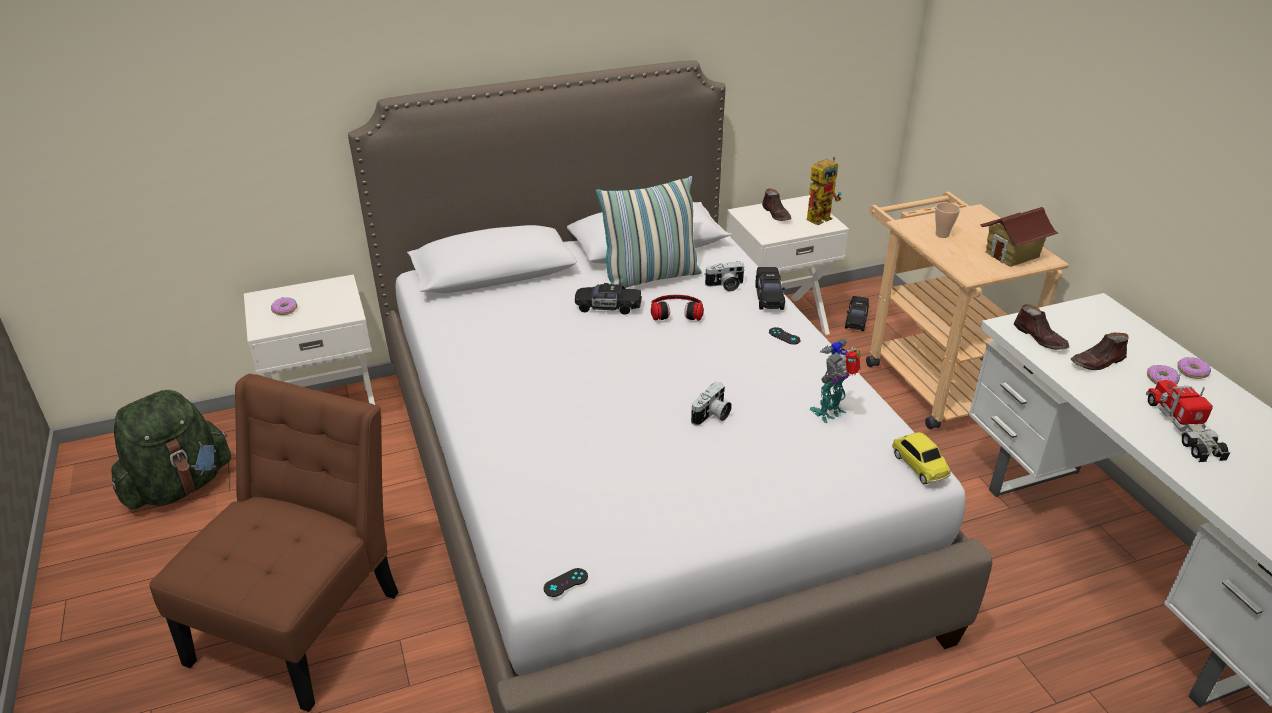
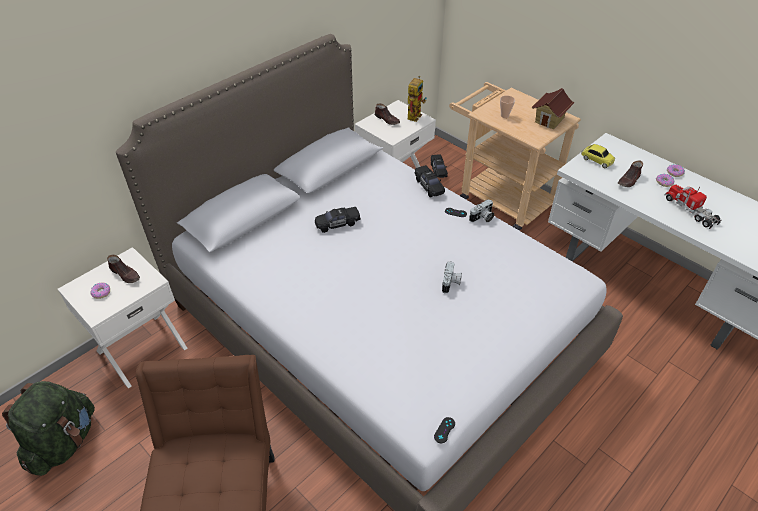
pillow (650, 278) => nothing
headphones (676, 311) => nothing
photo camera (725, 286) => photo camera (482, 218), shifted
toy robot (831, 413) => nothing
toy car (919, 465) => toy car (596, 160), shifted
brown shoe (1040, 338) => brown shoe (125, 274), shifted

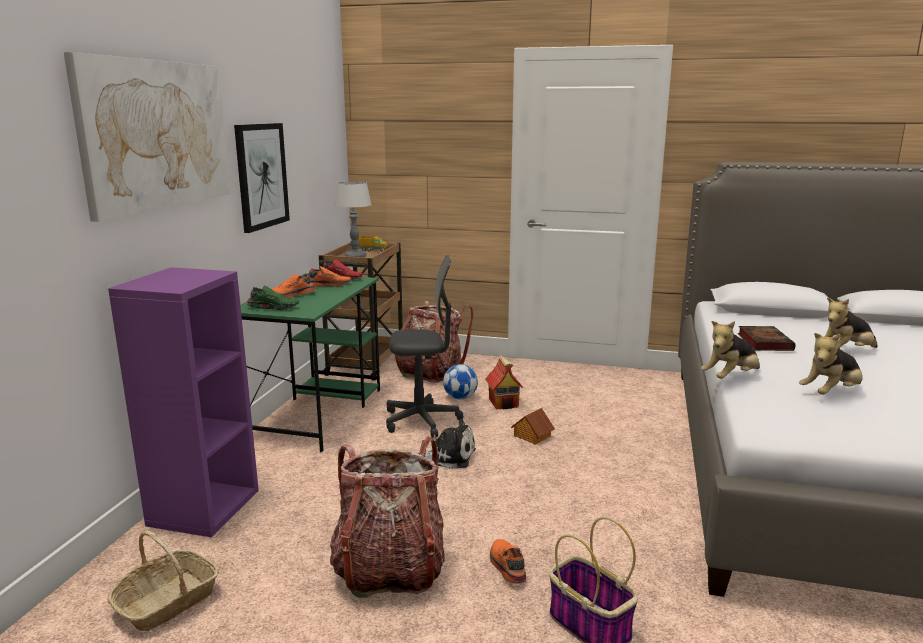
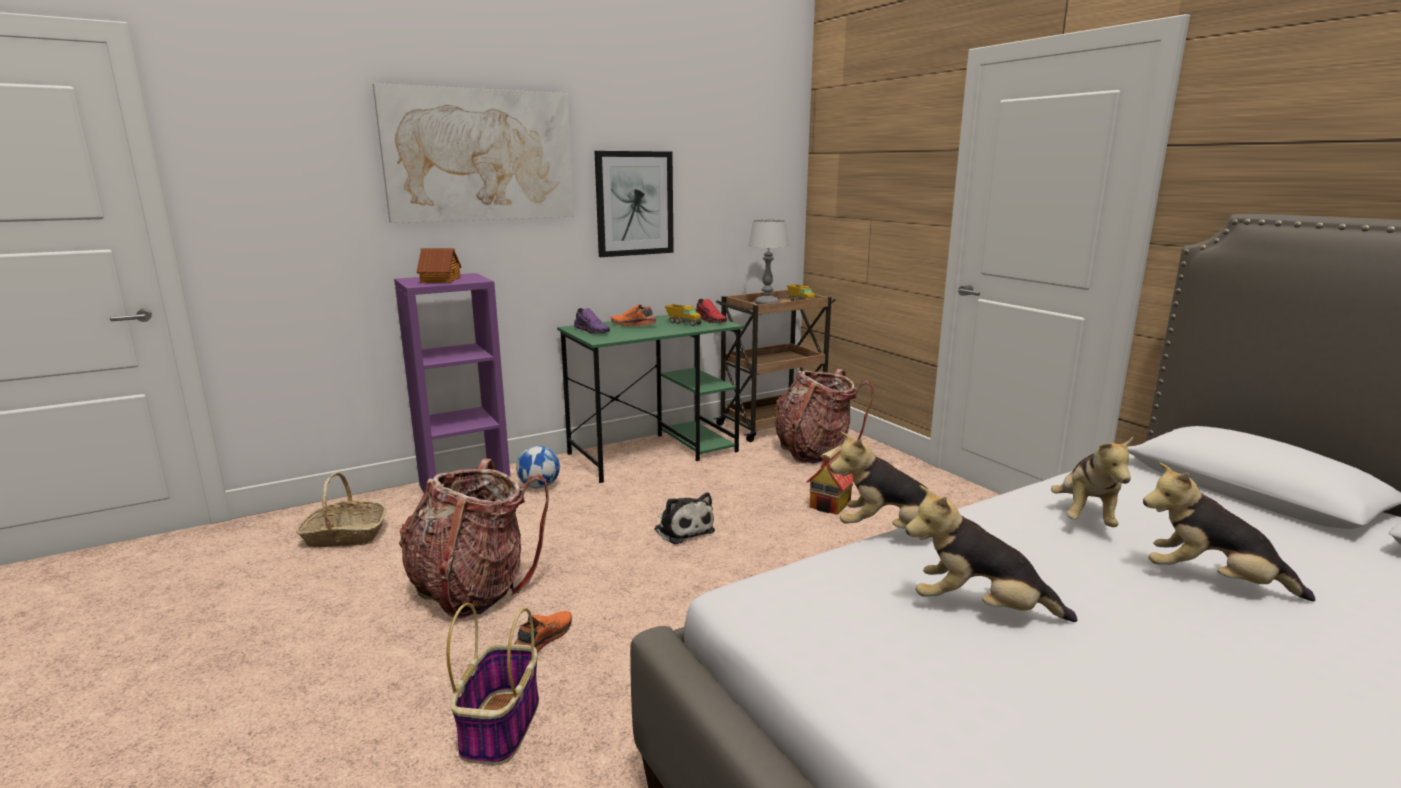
green shoe (273, 307) => purple shoe (593, 331)
orange shoe (328, 285) => toy truck (683, 323)
grey office chair (421, 420) => nothing
football (460, 397) => football (539, 486), shifted
toy house (531, 436) => toy house (440, 280), shifted
book (763, 342) => plush toy (1085, 517)

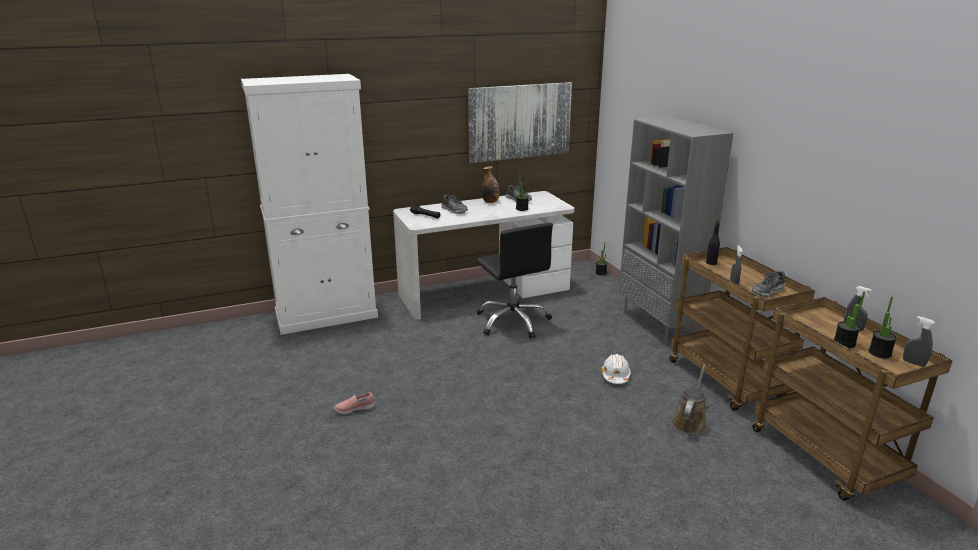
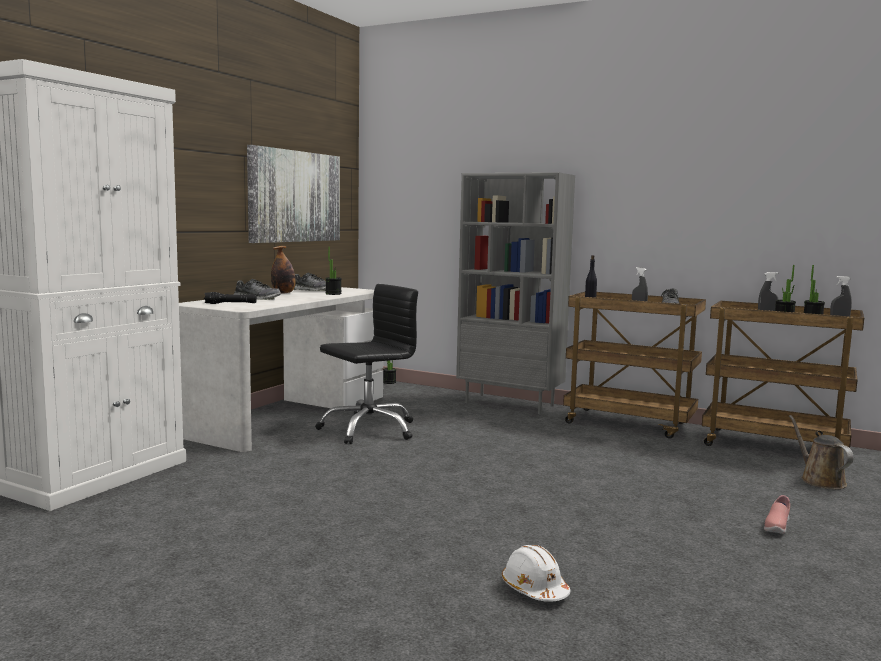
pink shoe (354, 409) => pink shoe (776, 527), shifted
black office chair (513, 321) => black office chair (368, 429), 60 degrees counterclockwise
white hard hat (615, 376) => white hard hat (534, 589), shifted
brown watering can (689, 421) => brown watering can (819, 480), shifted

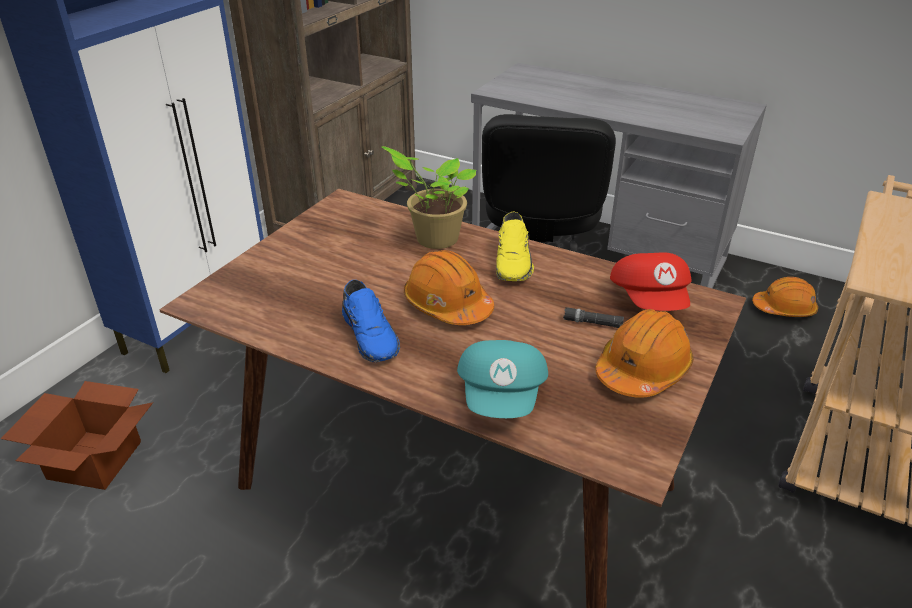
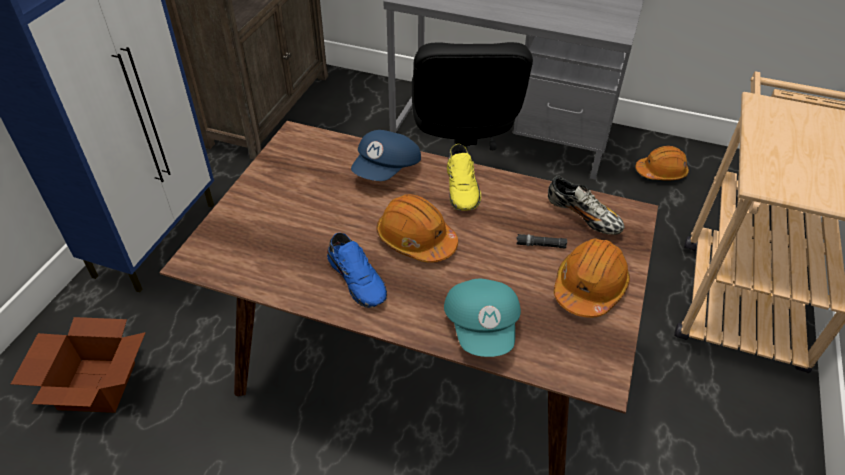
potted plant (433, 239) => blue cap (387, 170)
red cap (650, 300) => shoe (583, 217)

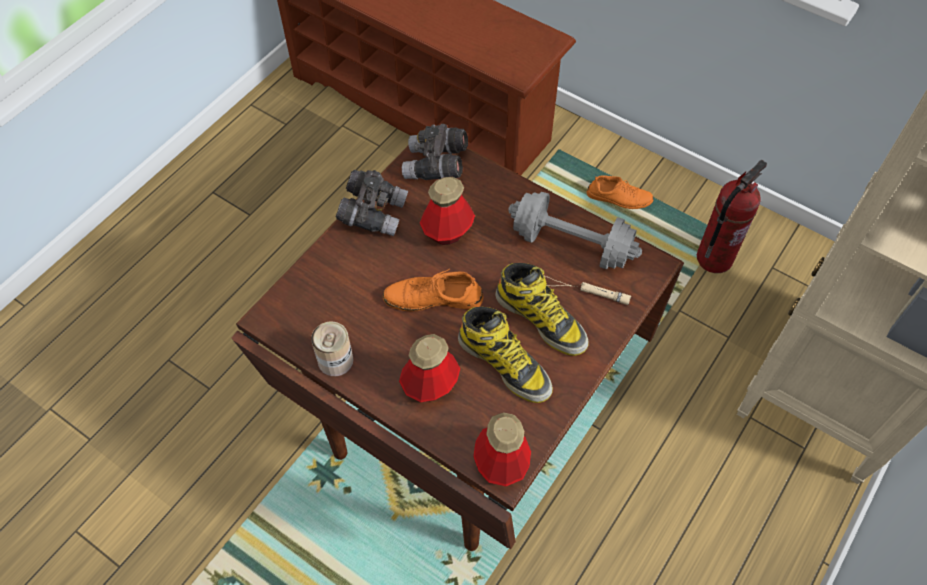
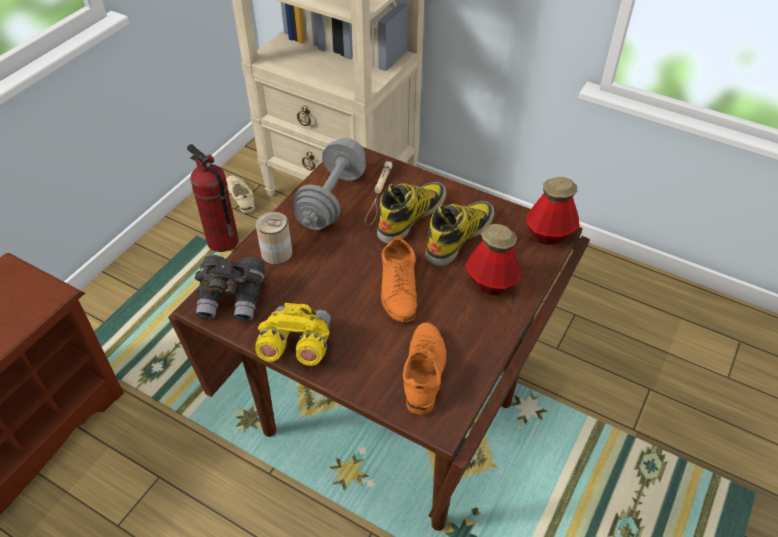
can (335, 360) => can (276, 252), shifted
grey binoculars (373, 213) => yellow binoculars (296, 346)
bottle (447, 232) => nothing
orange shoe (619, 198) => orange shoe (424, 370), shifted
nothing => beige shoe (240, 196)

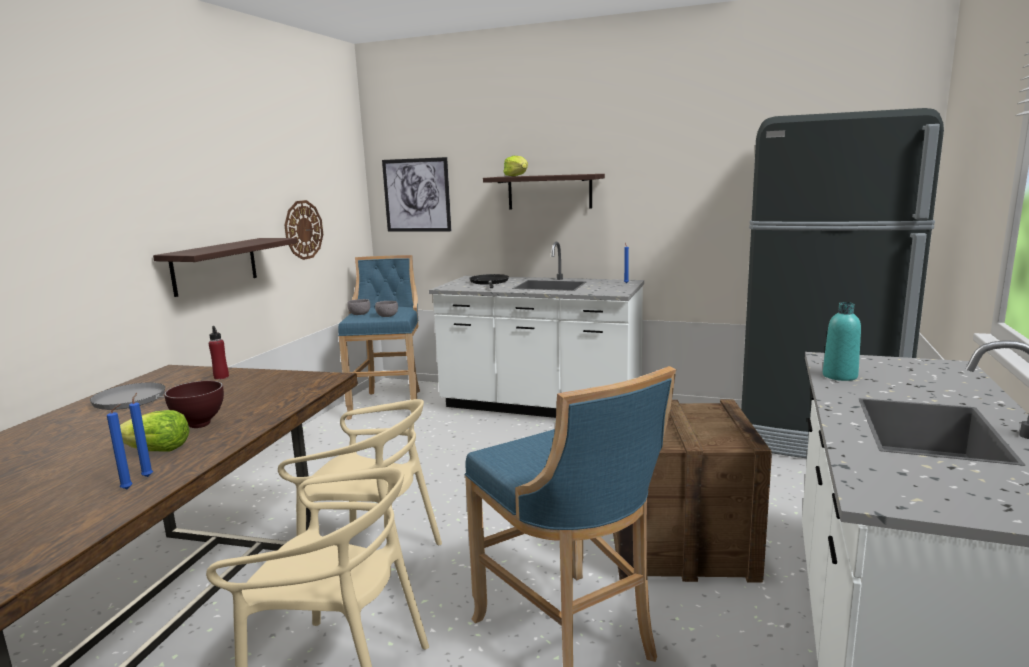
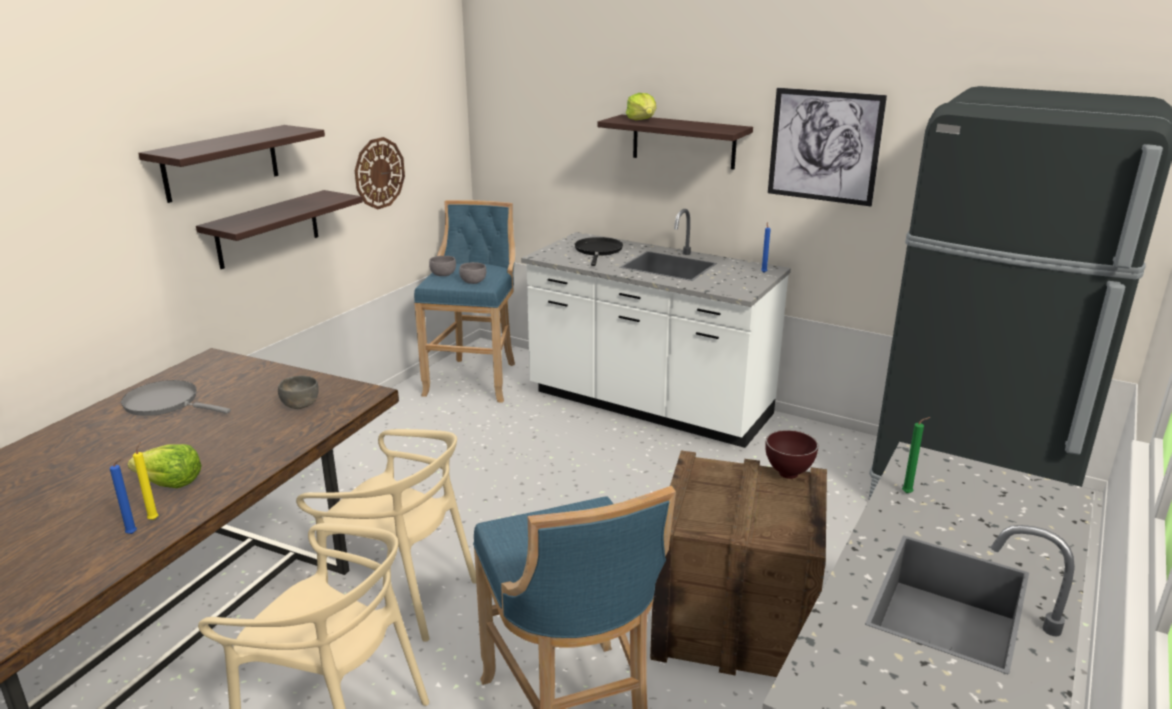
blue candle (148, 476) => yellow candle (154, 518)
brown bowl (199, 424) => brown bowl (787, 474), shifted
red bottle (221, 377) => nothing
picture (416, 195) => picture (824, 146), shifted
turquoise bottle (840, 376) => green candle (908, 493)
nothing => shelf (221, 163)
nothing => grey bowl (300, 404)

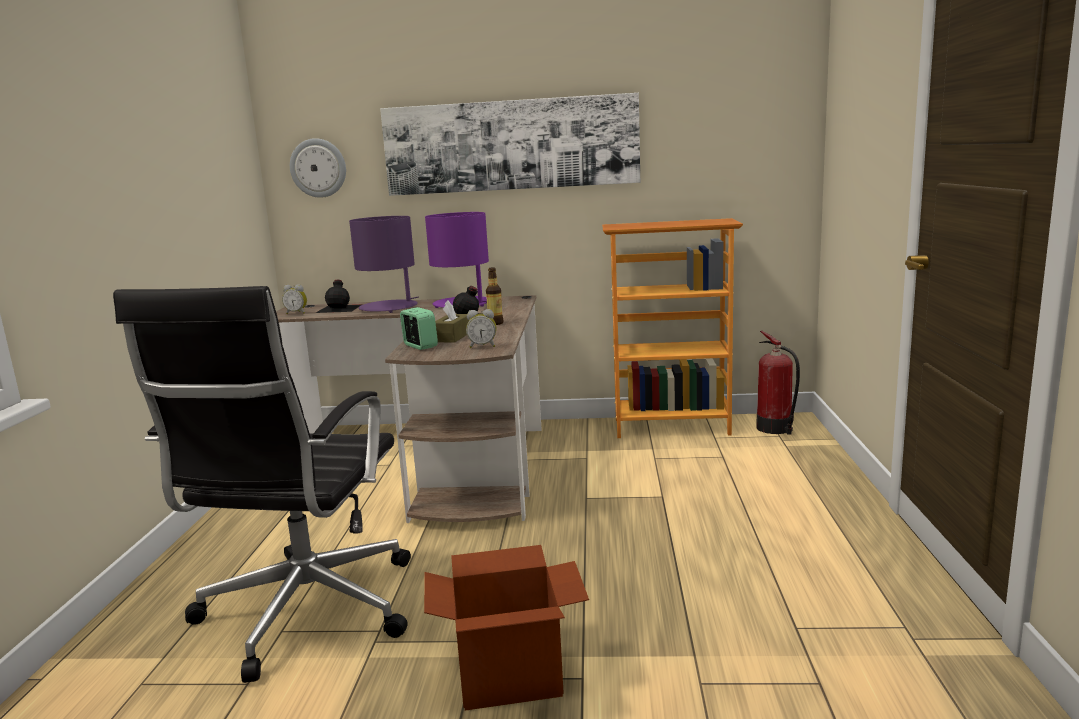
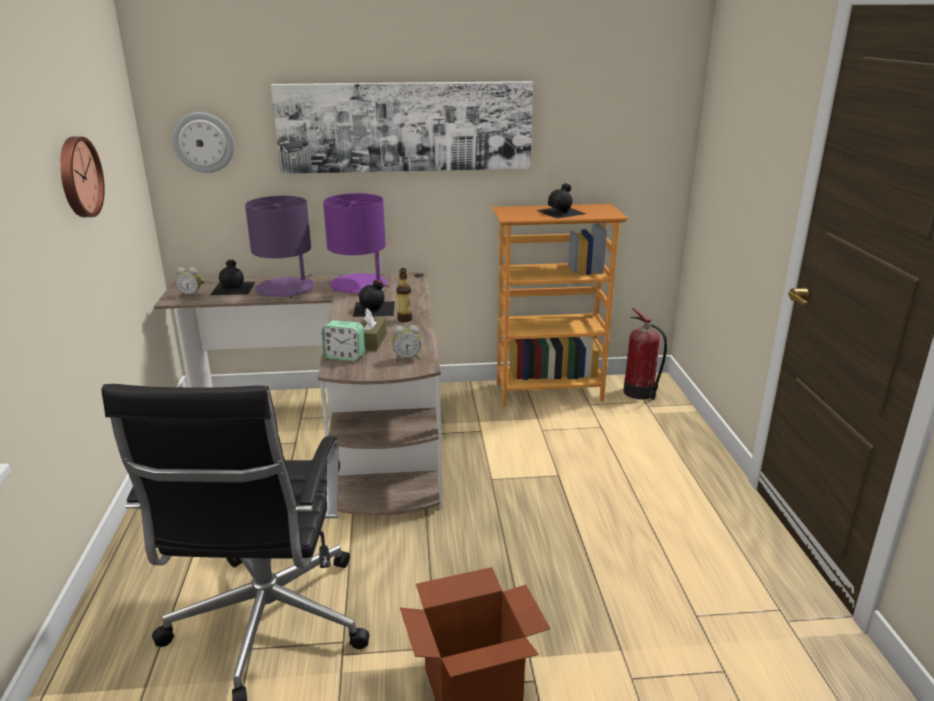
alarm clock (420, 346) => alarm clock (344, 356), 150 degrees clockwise
nothing => wall clock (78, 177)
nothing => black bottle (562, 212)

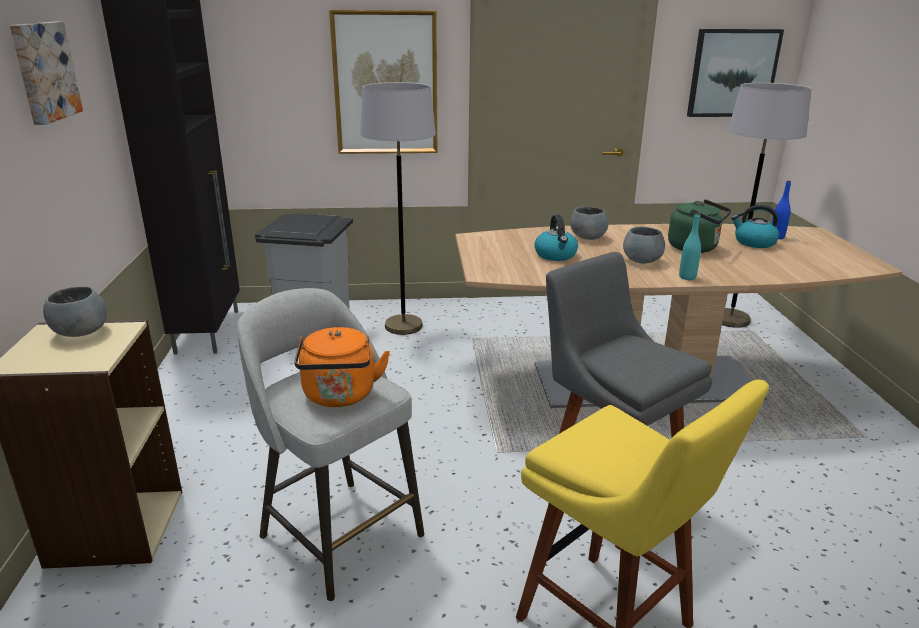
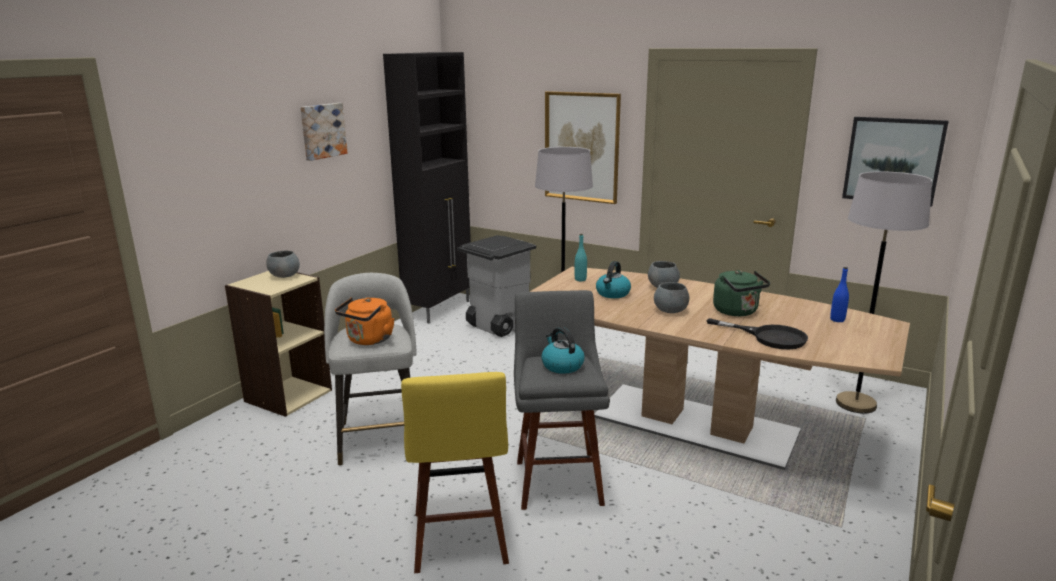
turquoise bottle (687, 277) => turquoise bottle (580, 279), shifted
kettle (754, 242) => kettle (562, 365), shifted
nothing => black frying pan (769, 337)

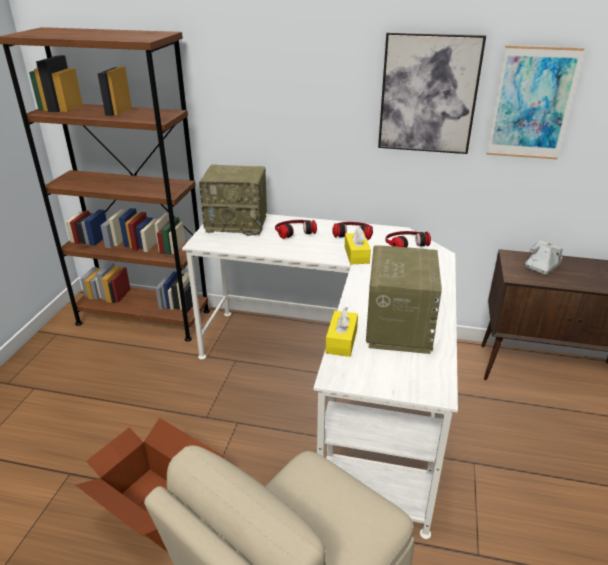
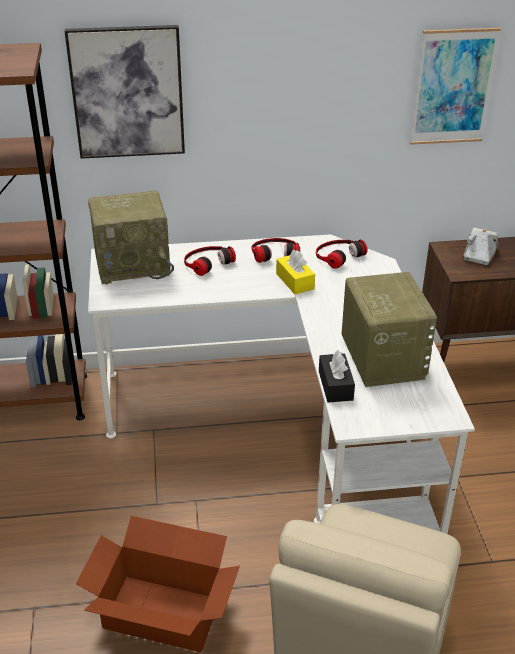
yellow tissue box (341, 341) => black tissue box (335, 385)
picture (428, 94) => picture (127, 92), shifted

